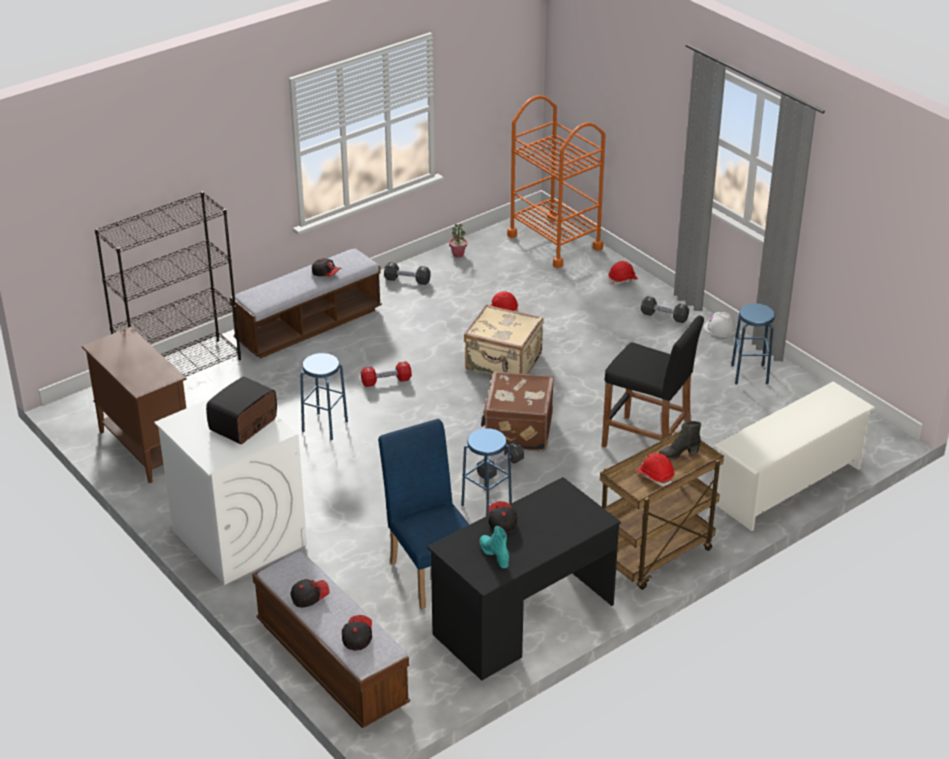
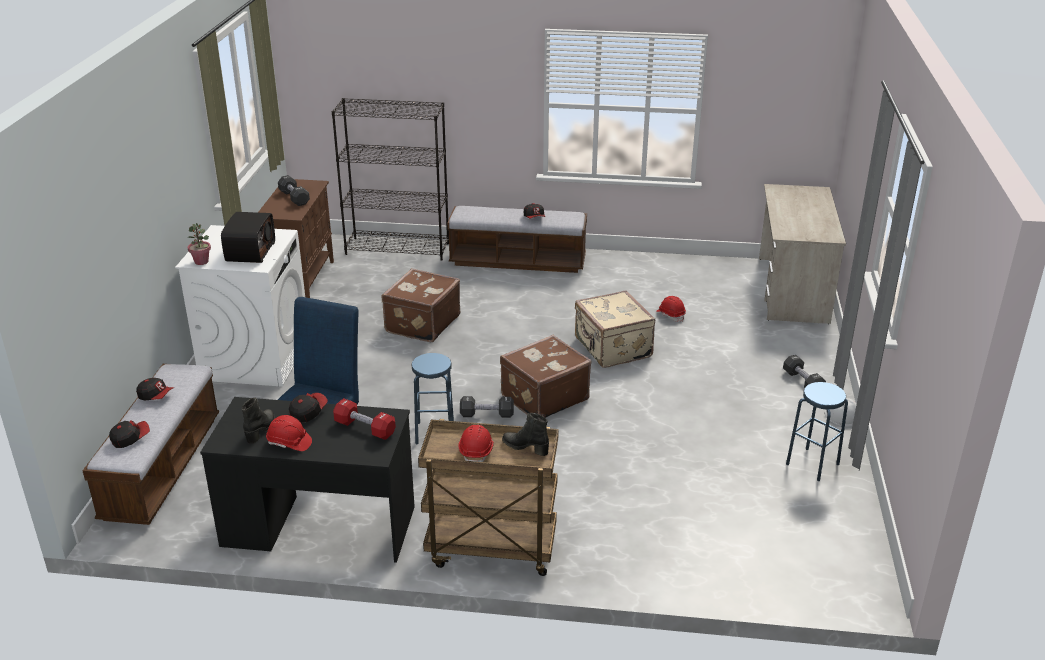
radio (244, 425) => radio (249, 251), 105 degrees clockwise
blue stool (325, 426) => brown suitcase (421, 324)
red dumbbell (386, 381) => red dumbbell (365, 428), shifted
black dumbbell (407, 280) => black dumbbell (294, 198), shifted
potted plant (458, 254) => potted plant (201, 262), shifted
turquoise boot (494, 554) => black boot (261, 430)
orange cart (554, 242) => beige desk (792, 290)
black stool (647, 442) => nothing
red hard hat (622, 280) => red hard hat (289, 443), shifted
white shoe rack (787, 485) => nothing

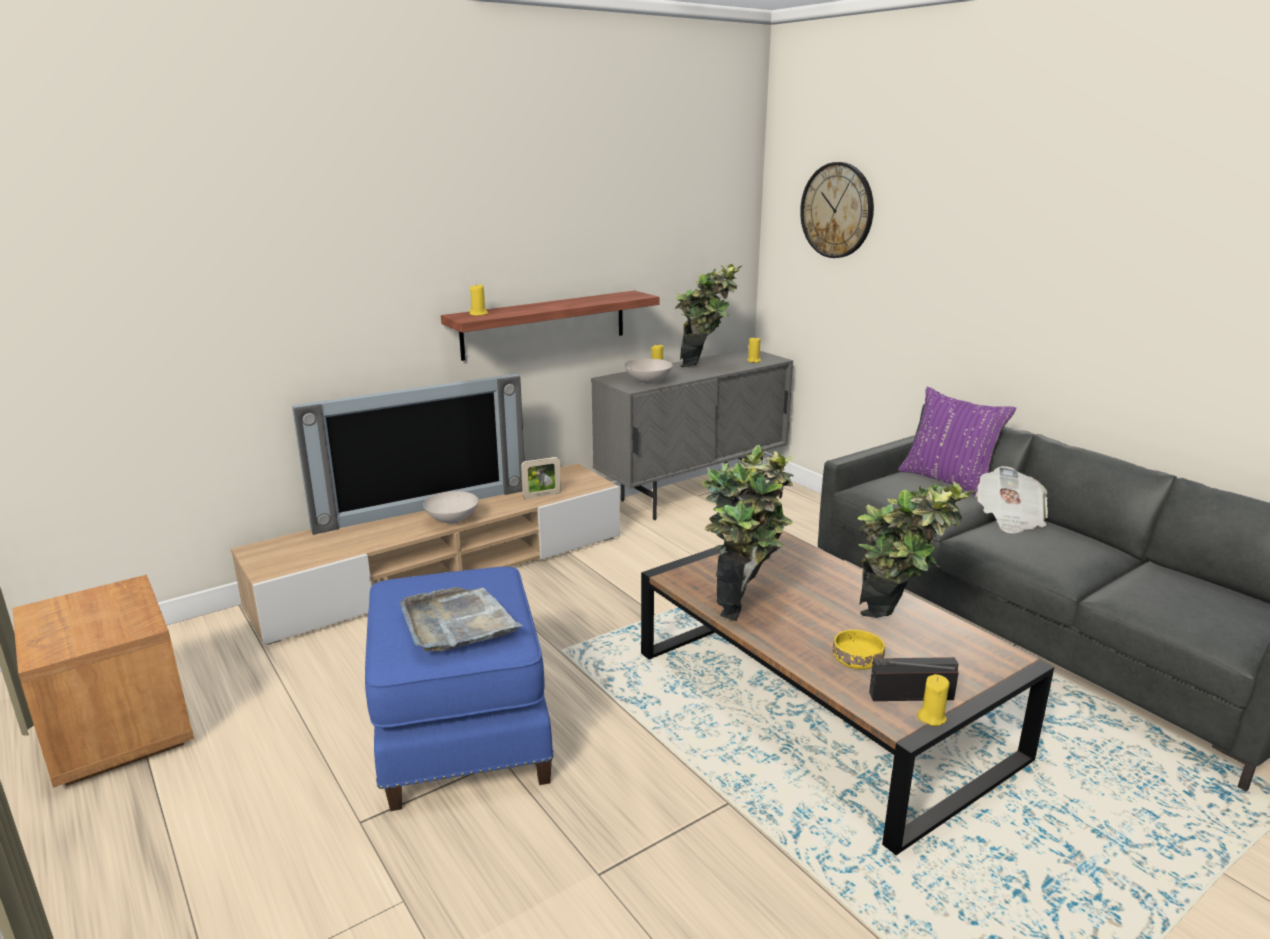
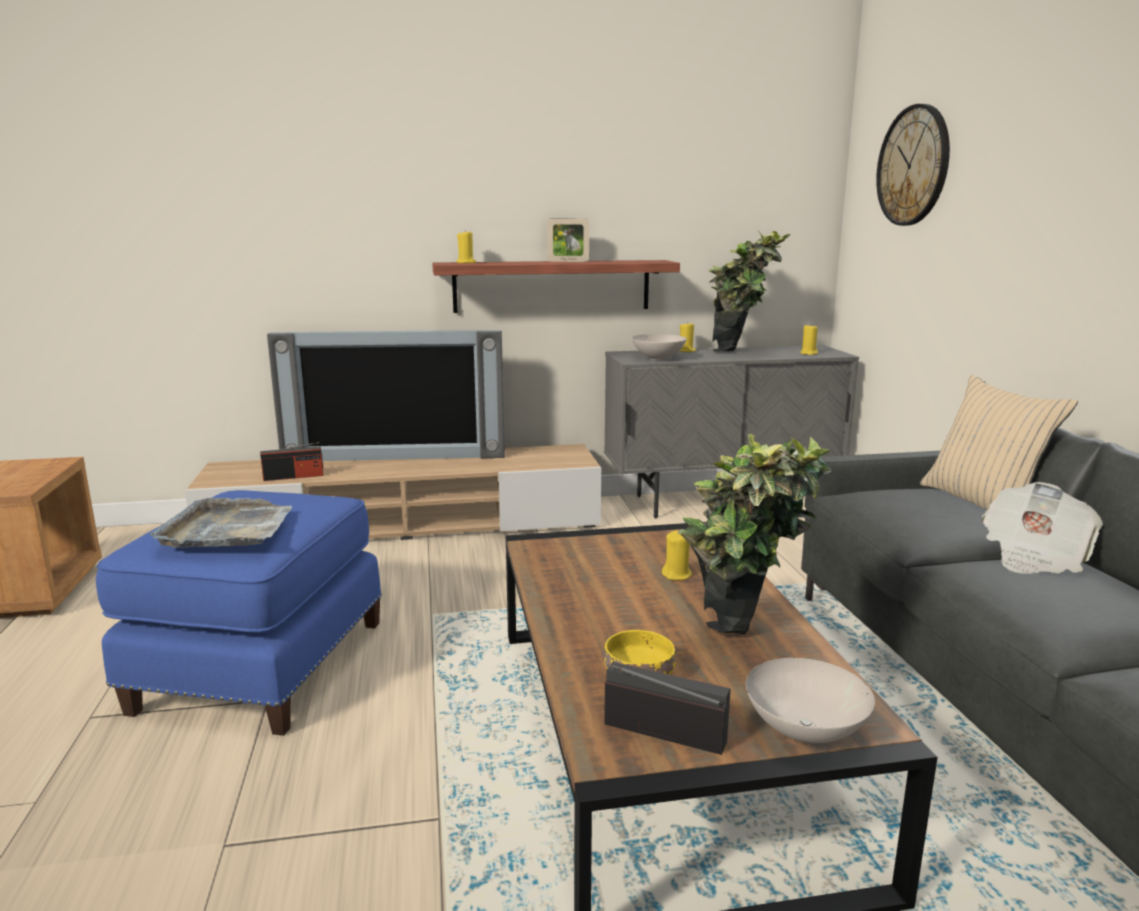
white bowl (453, 520) => white bowl (807, 731), shifted
picture frame (542, 495) => picture frame (568, 261), shifted
potted plant (744, 604) => nothing
purple pillow (948, 482) => beige pillow (982, 505)
yellow candle (931, 717) => yellow candle (677, 575), shifted
nothing => radio (294, 476)

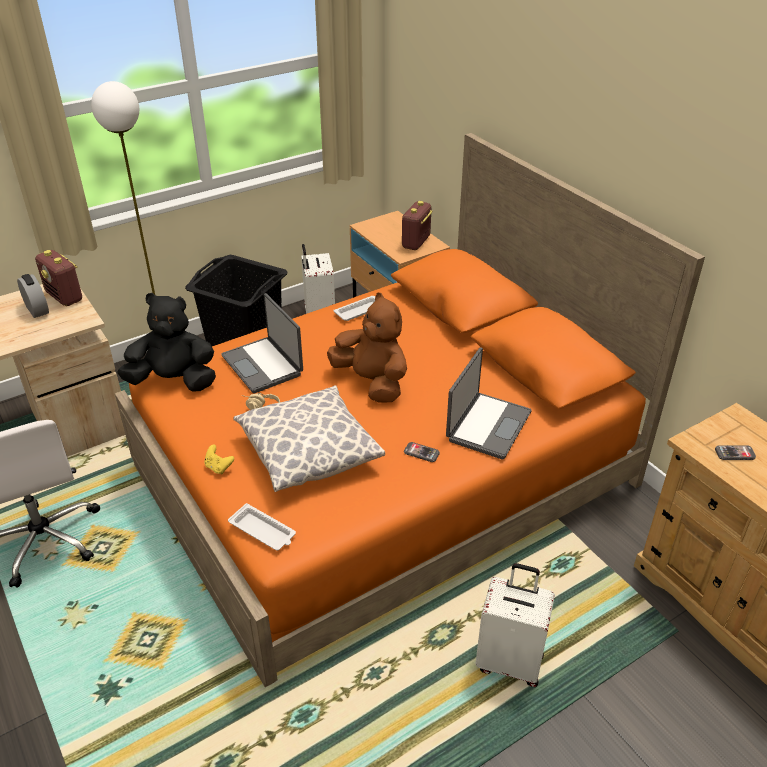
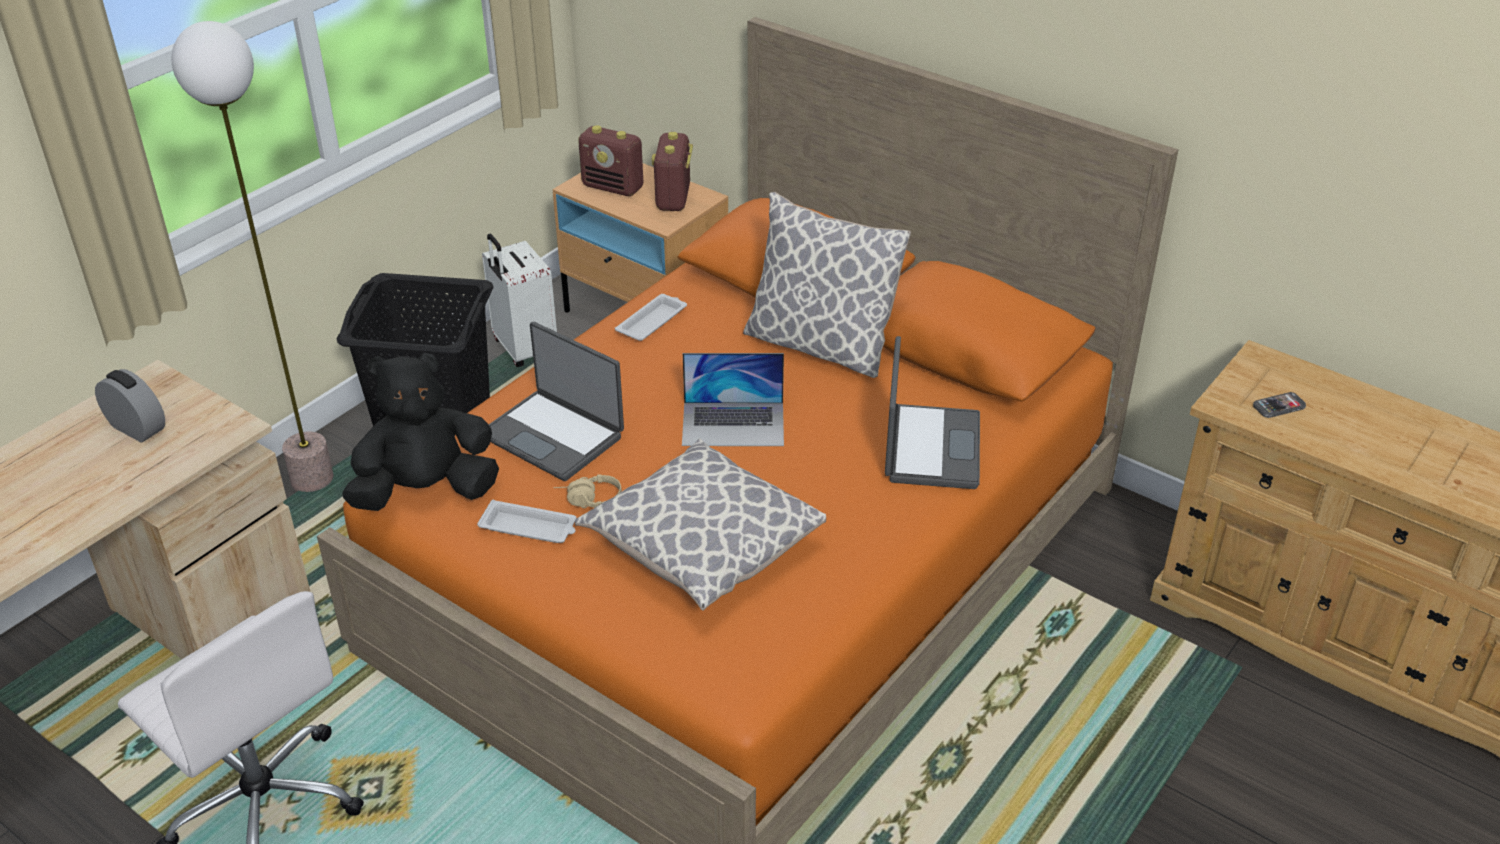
radio (65, 297) => radio (613, 187), shifted
yellow game controller (218, 467) => nothing
white tray (263, 531) => white tray (530, 528), shifted
brown plush toy (372, 382) => laptop (733, 424)
phone (421, 453) => nothing
white suitcase (510, 661) => nothing
nothing => pillow (820, 345)

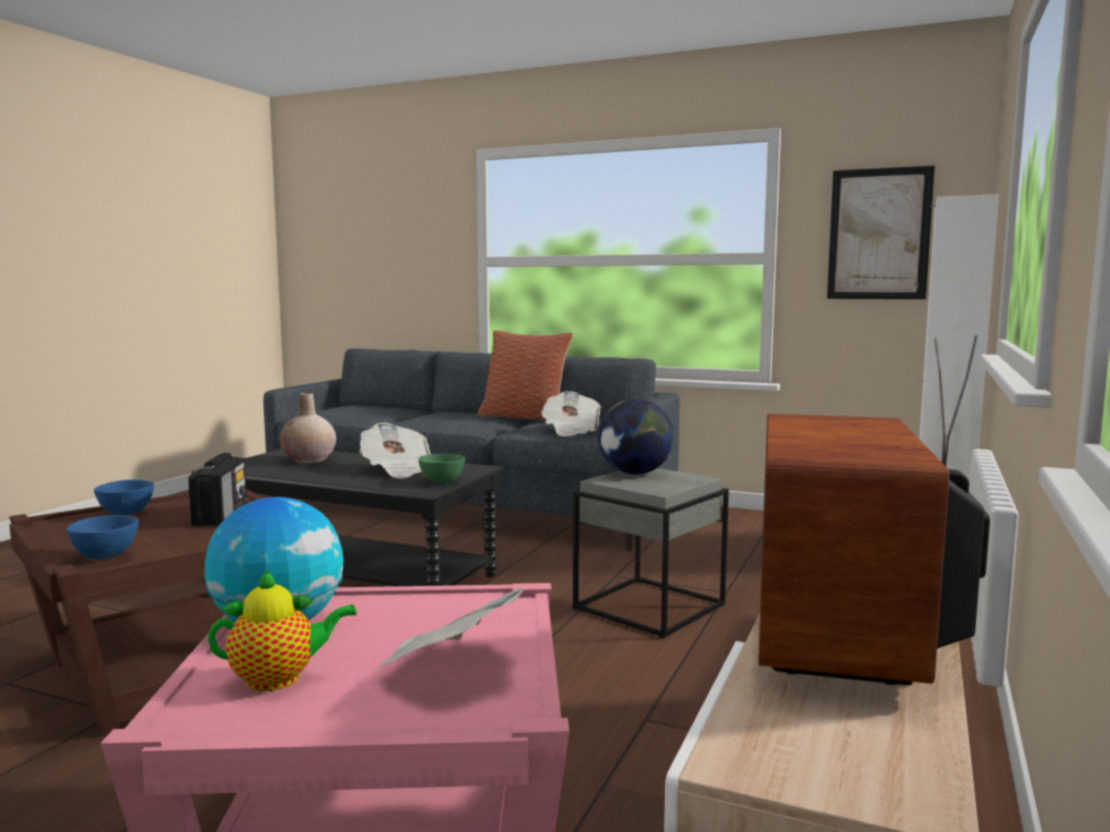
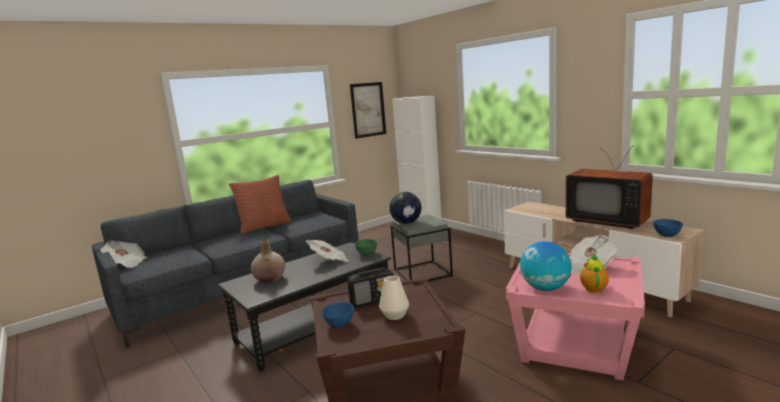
blue bowl (107, 556) => blue bowl (666, 235), shifted
radio (221, 515) => radio (373, 300), 135 degrees clockwise
newspaper (570, 431) => newspaper (126, 263), shifted
nothing => white vase (394, 315)

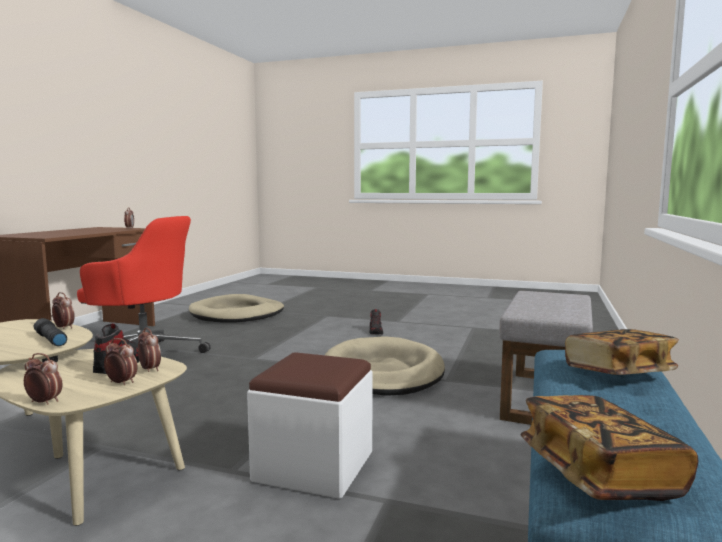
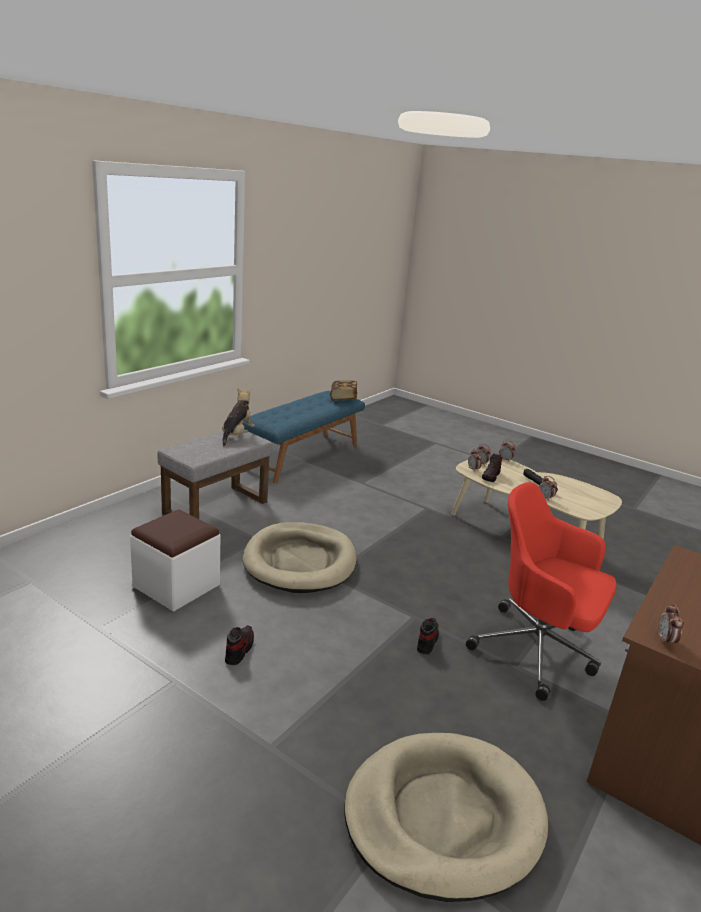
white ottoman (314, 466) => white ottoman (176, 586), shifted
book (618, 372) => nothing
nothing => plush toy (237, 435)
nothing => shoe (427, 640)

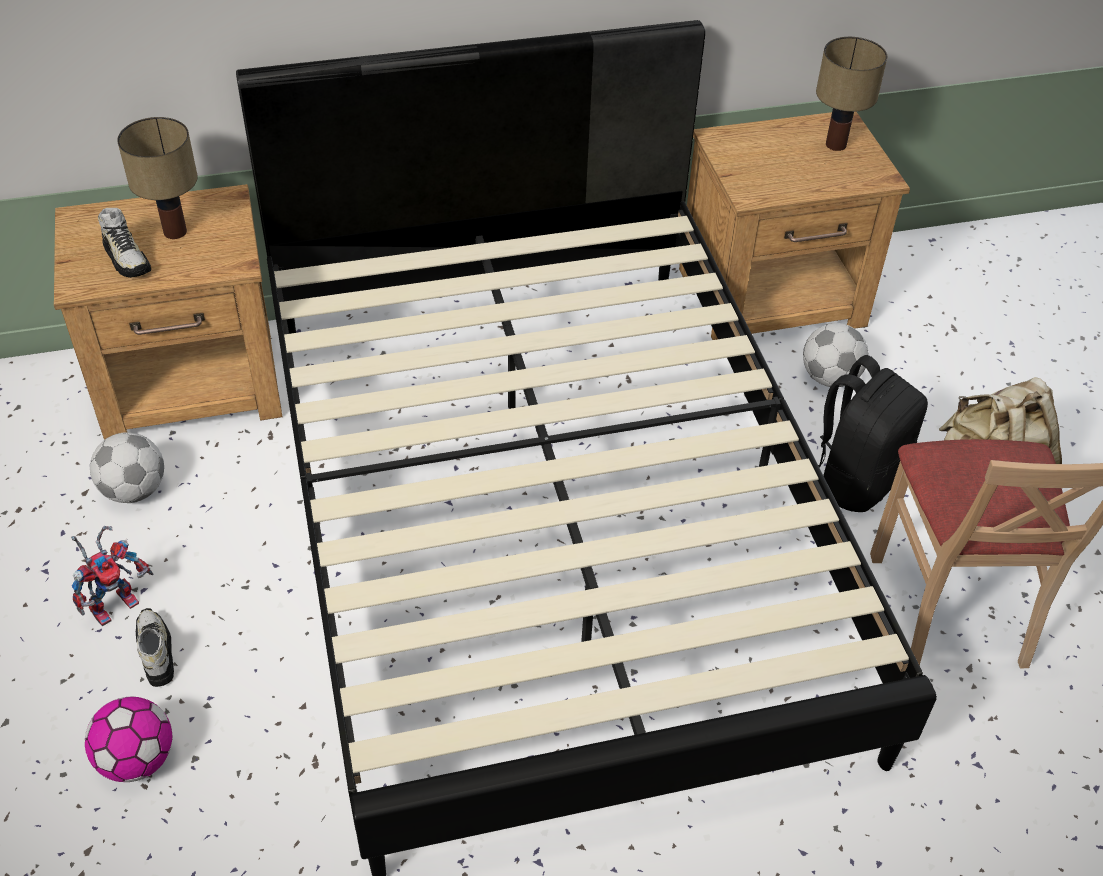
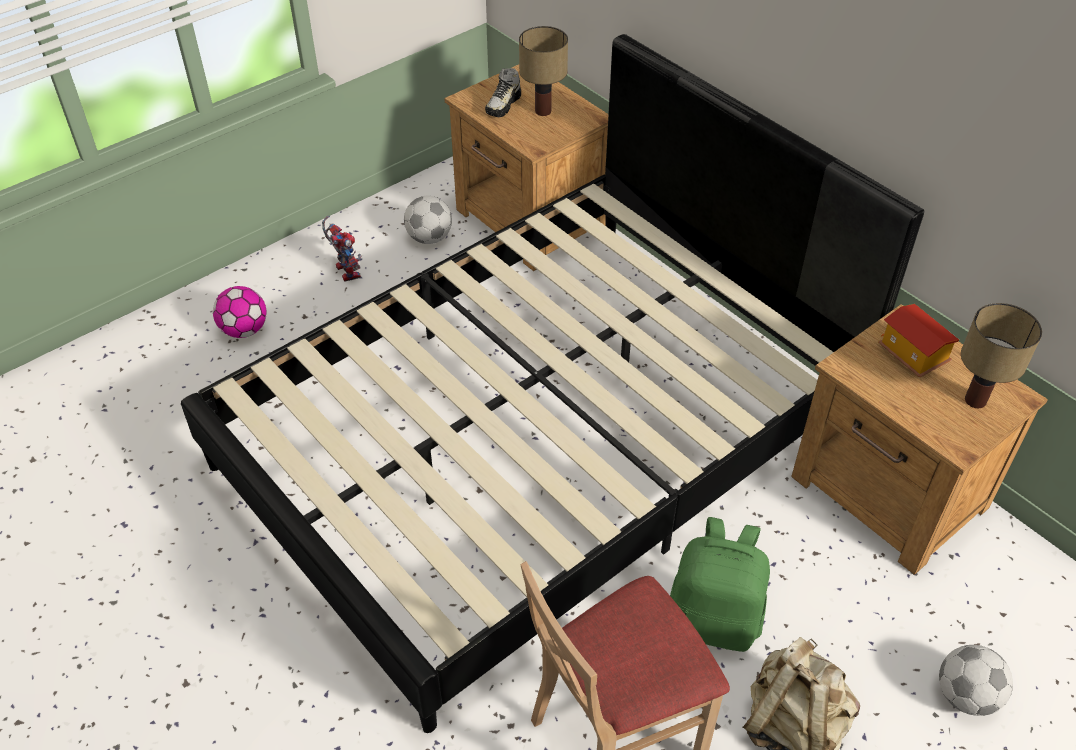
toy robot (116, 602) => toy robot (345, 270), 135 degrees counterclockwise
shoe (155, 652) => nothing
football (830, 377) => football (966, 696), shifted
black backpack (854, 478) => green backpack (714, 620)
nothing => toy house (911, 356)

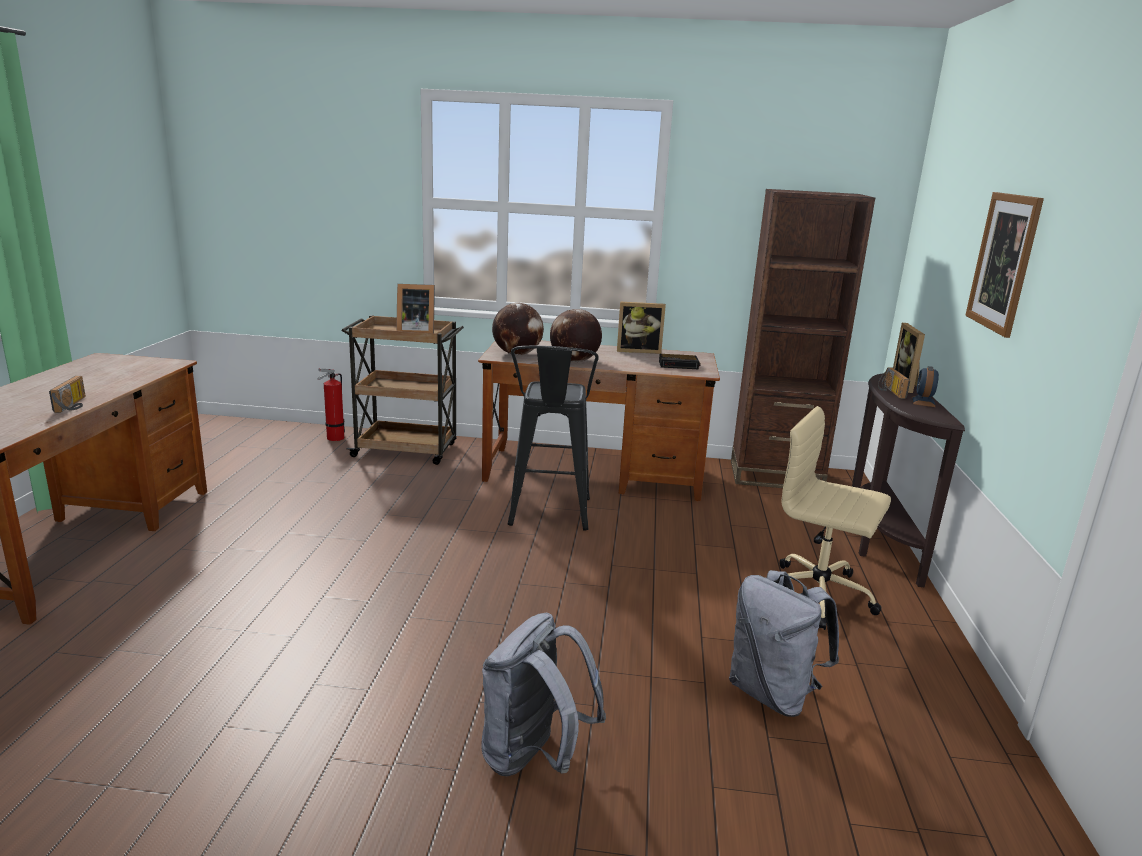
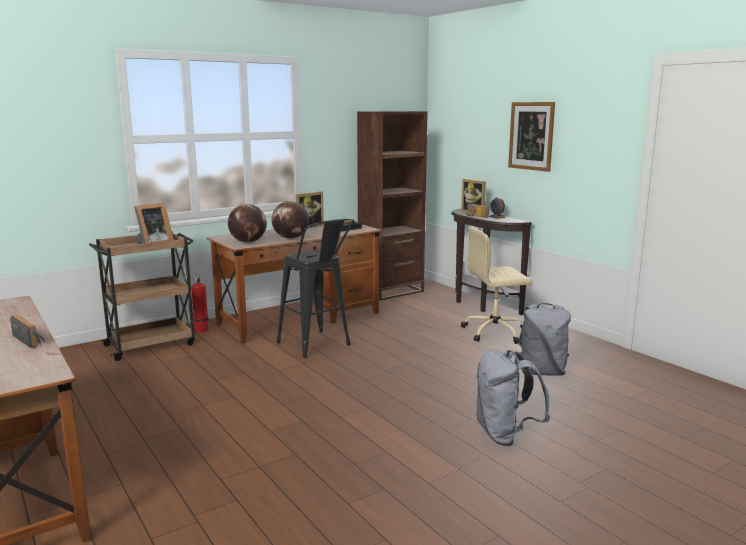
fire extinguisher (333, 438) => fire extinguisher (201, 331), shifted

